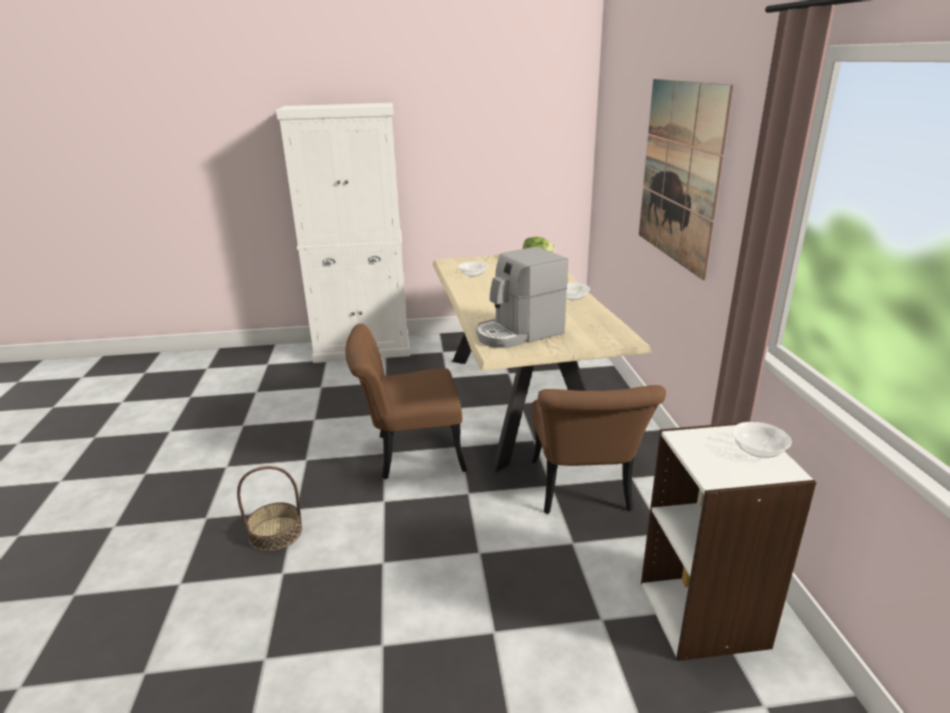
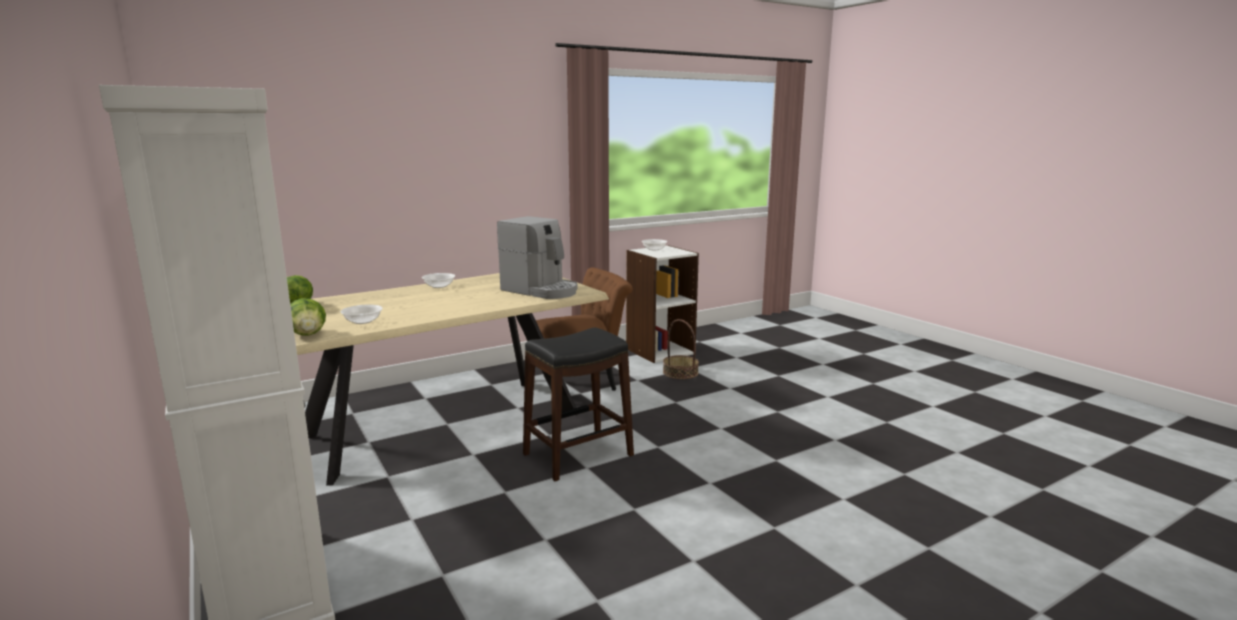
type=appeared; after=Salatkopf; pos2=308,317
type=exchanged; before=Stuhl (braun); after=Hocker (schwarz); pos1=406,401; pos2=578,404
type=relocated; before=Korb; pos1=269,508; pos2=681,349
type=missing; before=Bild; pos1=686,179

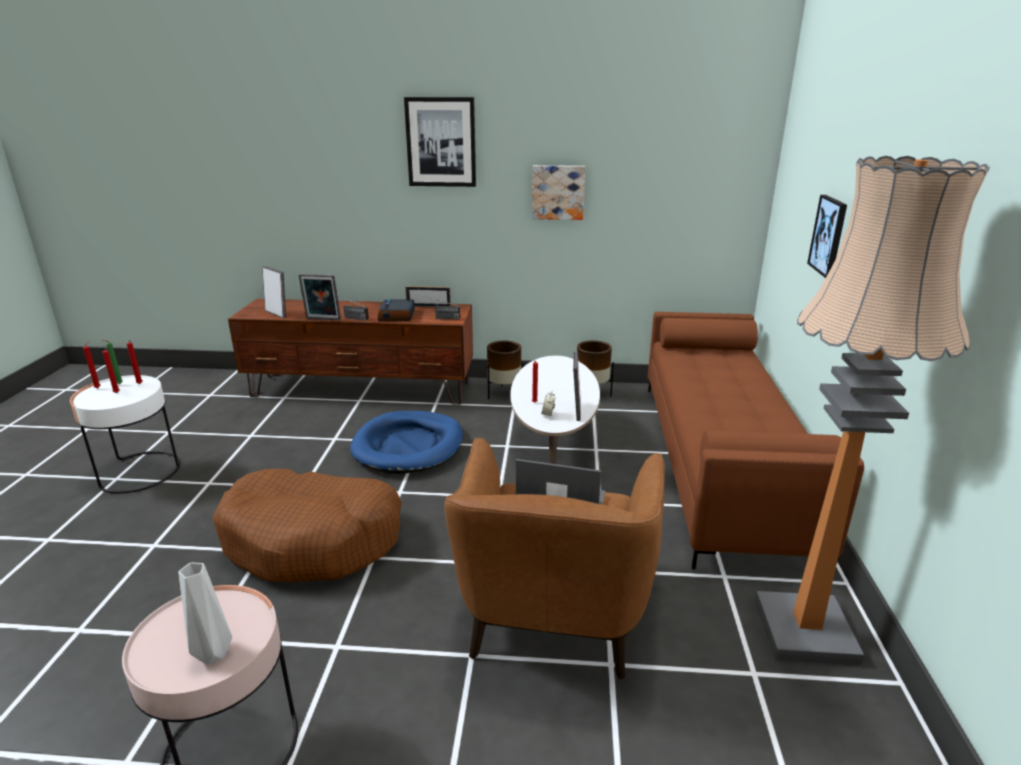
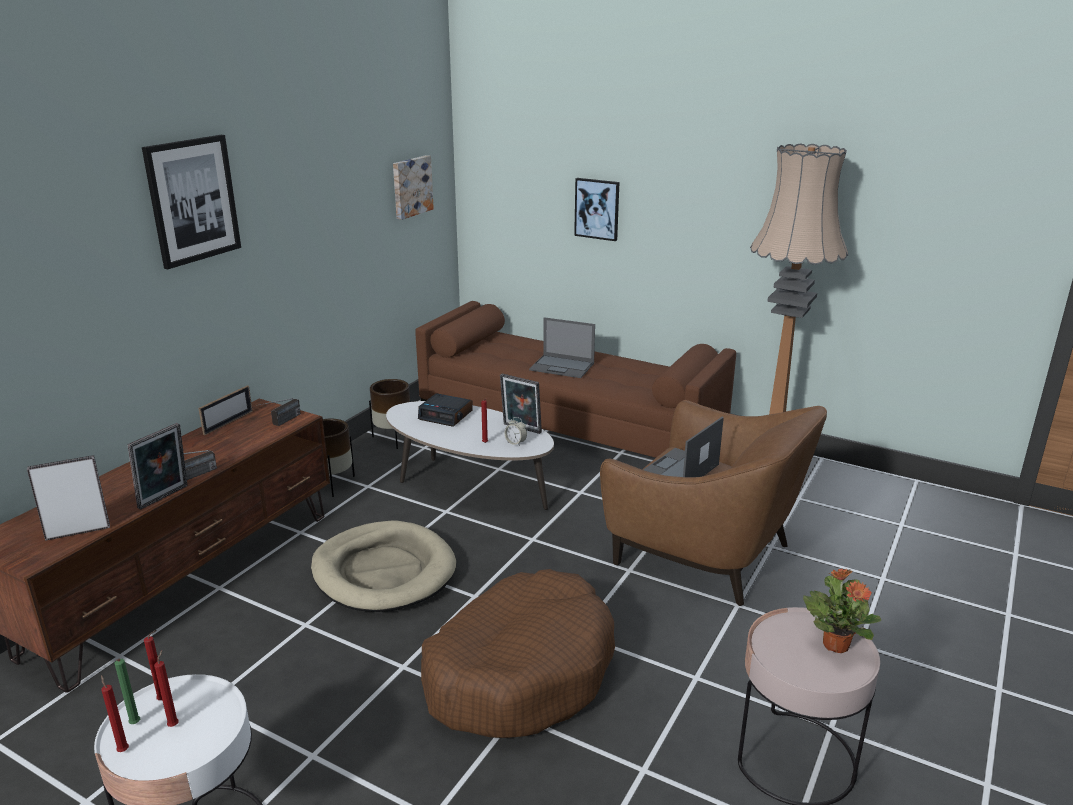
type=colour; before=Hundebett (blau); after=Hundebett (beige); pos1=406,442; pos2=383,566
type=relocated; before=Bild; pos1=558,192; pos2=413,187
type=relocated; before=Wecker; pos1=396,310; pos2=445,410
type=appeared; after=Laptop; pos2=562,347
type=exchanged; before=Vase (grau); after=Topfpflanze; pos1=205,613; pos2=842,611

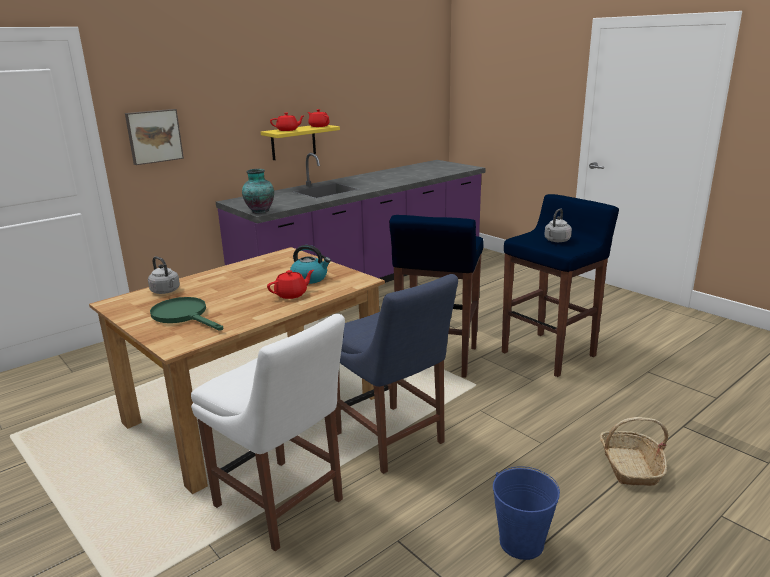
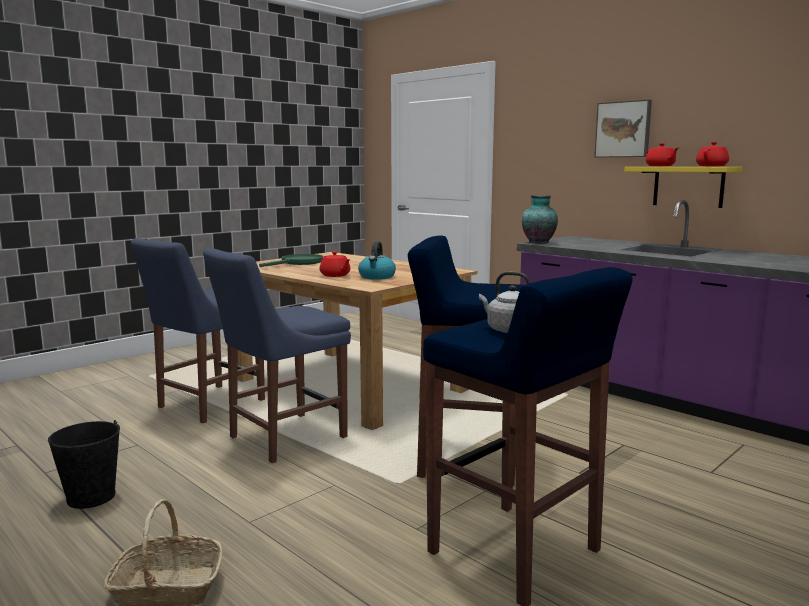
type=colour; before=Eimer (blau); after=Eimer (schwarz); pos1=526,513; pos2=84,464
type=colour; before=Stuhl (weiß); after=Stuhl (blau); pos1=268,432; pos2=198,330
type=relocated; before=Bild; pos1=154,137; pos2=623,128
type=missing; before=Wasserkessel (grau); pos1=164,275

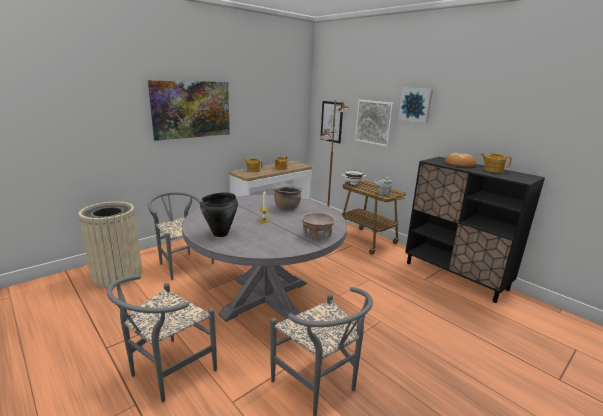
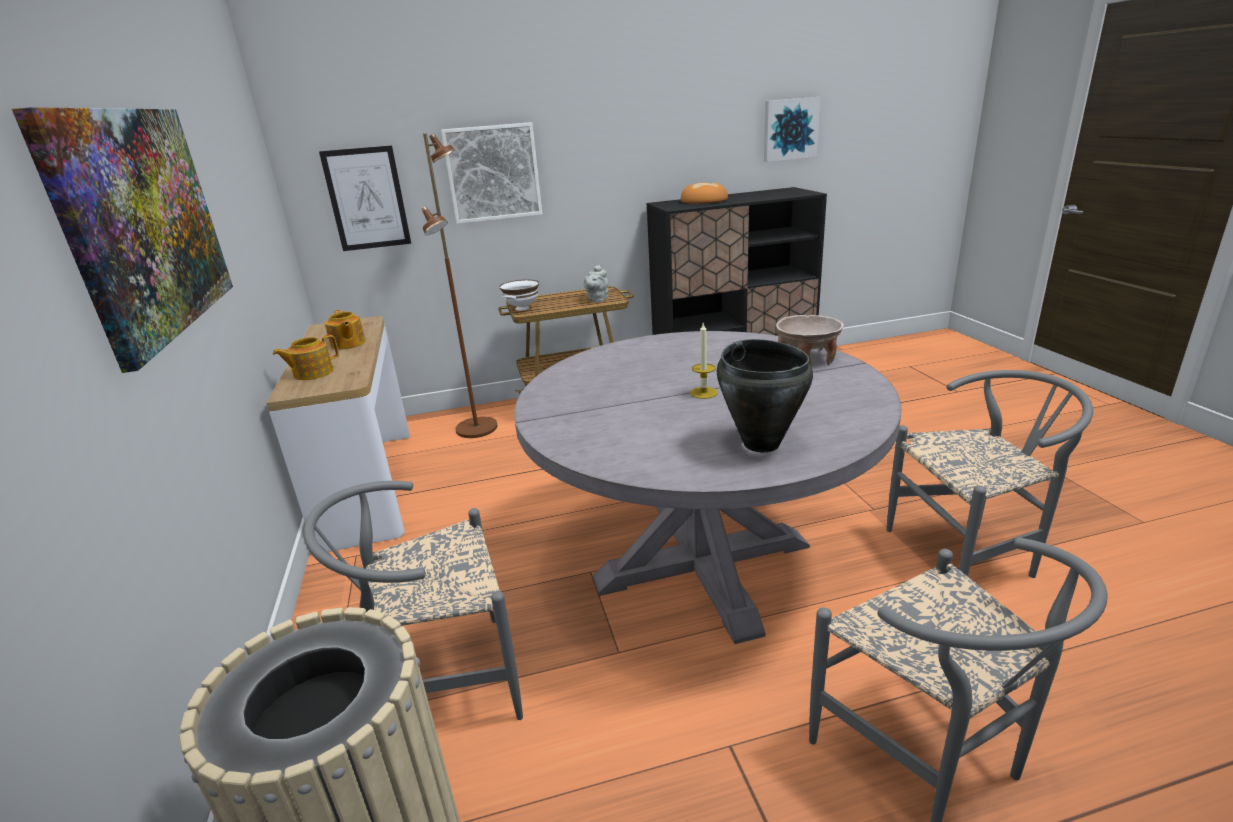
type=relocated; before=Bild; pos1=415,105; pos2=792,129
type=missing; before=Kochtopf (braun); pos1=287,197
type=missing; before=Teekanne; pos1=496,163

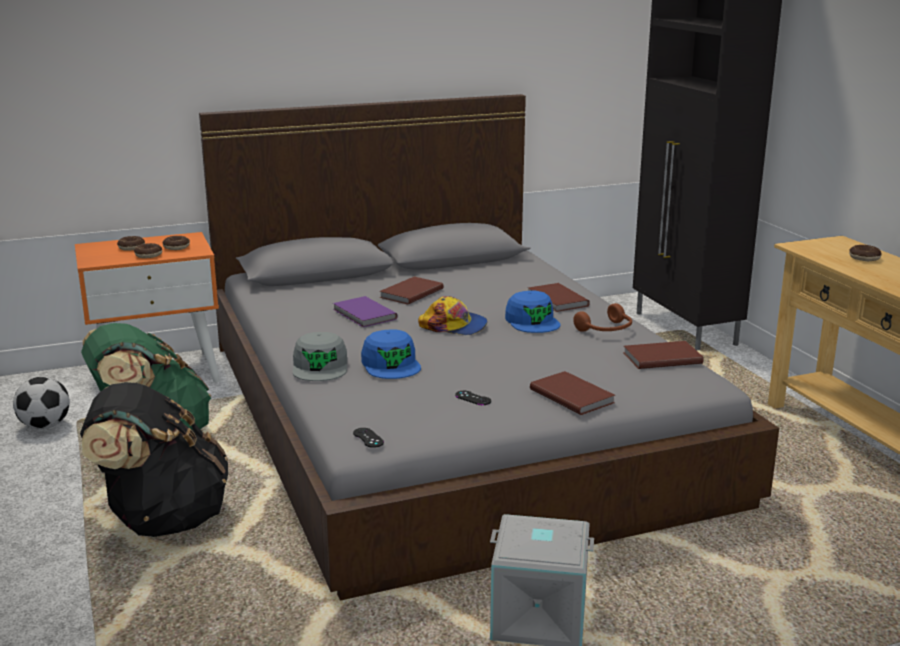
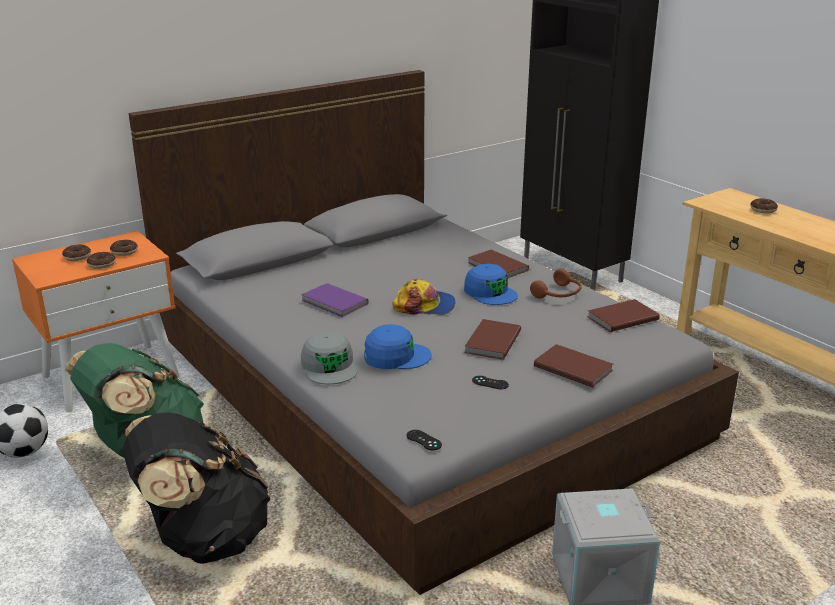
type=spun; before=Kappe (blau); pos1=391,354; pos2=398,346; turn=-60
type=relocated; before=Buch (braun); pos1=412,290; pos2=492,339

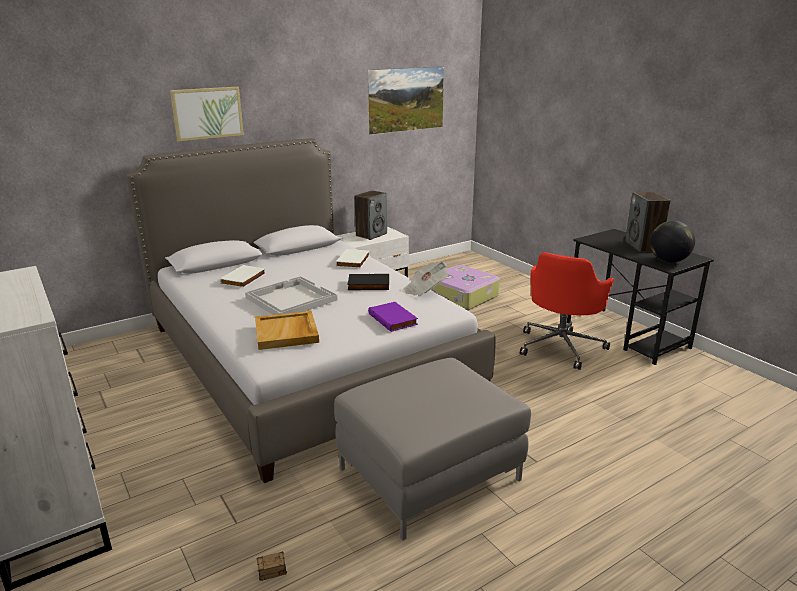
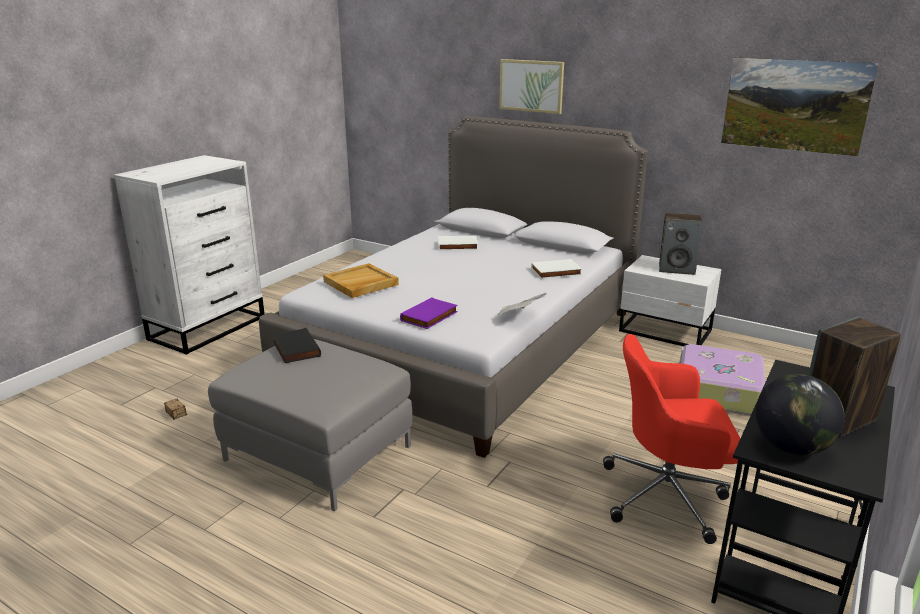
type=relocated; before=Buch (schwarz); pos1=368,282; pos2=297,345
type=missing; before=Tablett (weiß); pos1=291,295

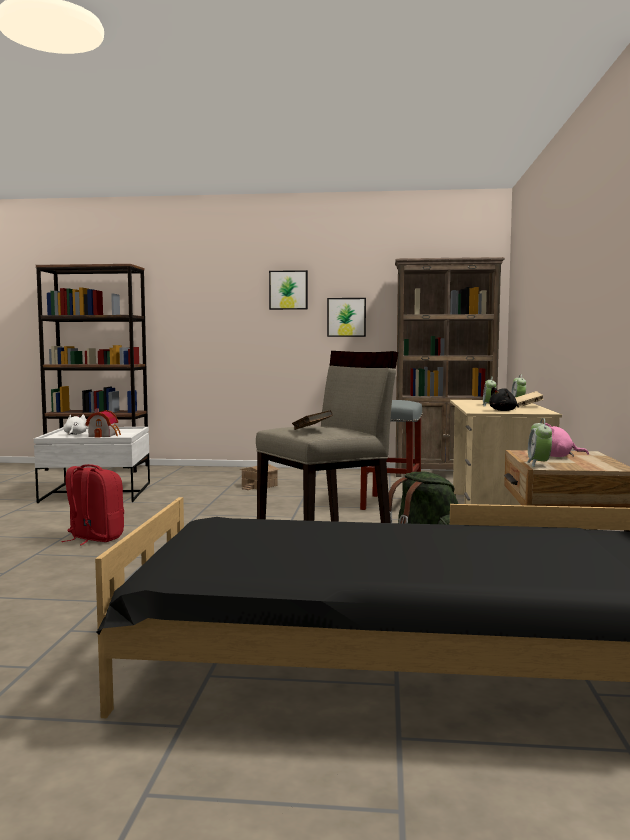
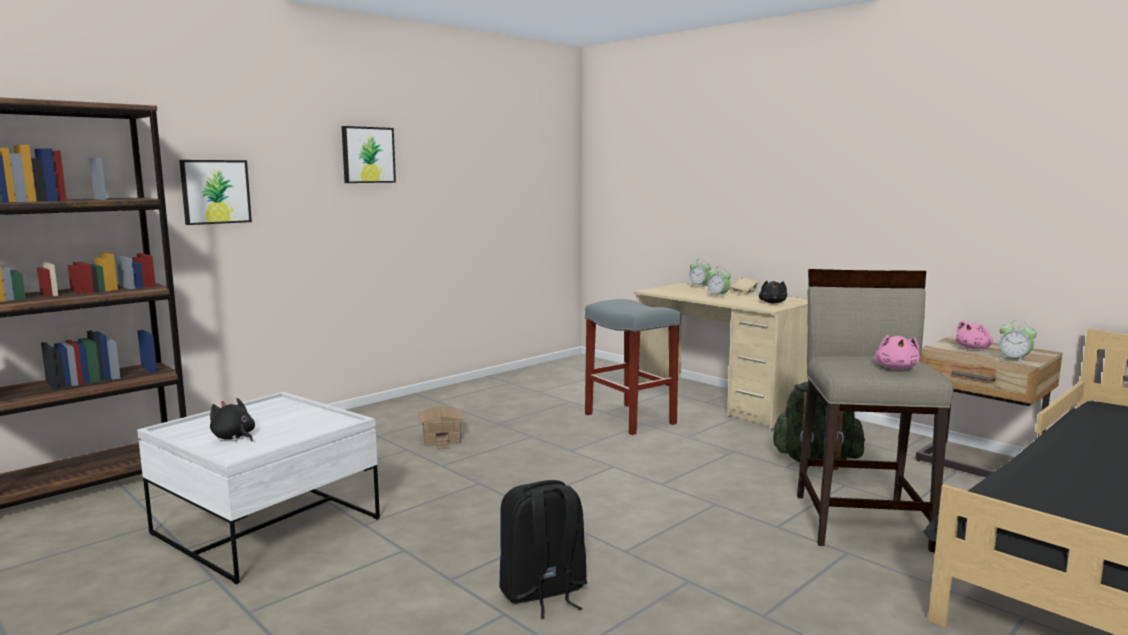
type=relocated; before=Bild; pos1=346,317; pos2=215,192
type=colour; before=Plüschtier (weiß); after=Plüschtier (schwarz); pos1=75,425; pos2=232,420
type=colour; before=Rucksack (rot); after=Rucksack (schwarz); pos1=92,504; pos2=543,549
type=exchanged; before=Buch (braun); after=Plüschtier (rosa); pos1=312,420; pos2=897,352
type=missing; before=Spielzeughaus; pos1=103,423
type=missing; before=Bücherregal (braun); pos1=450,367

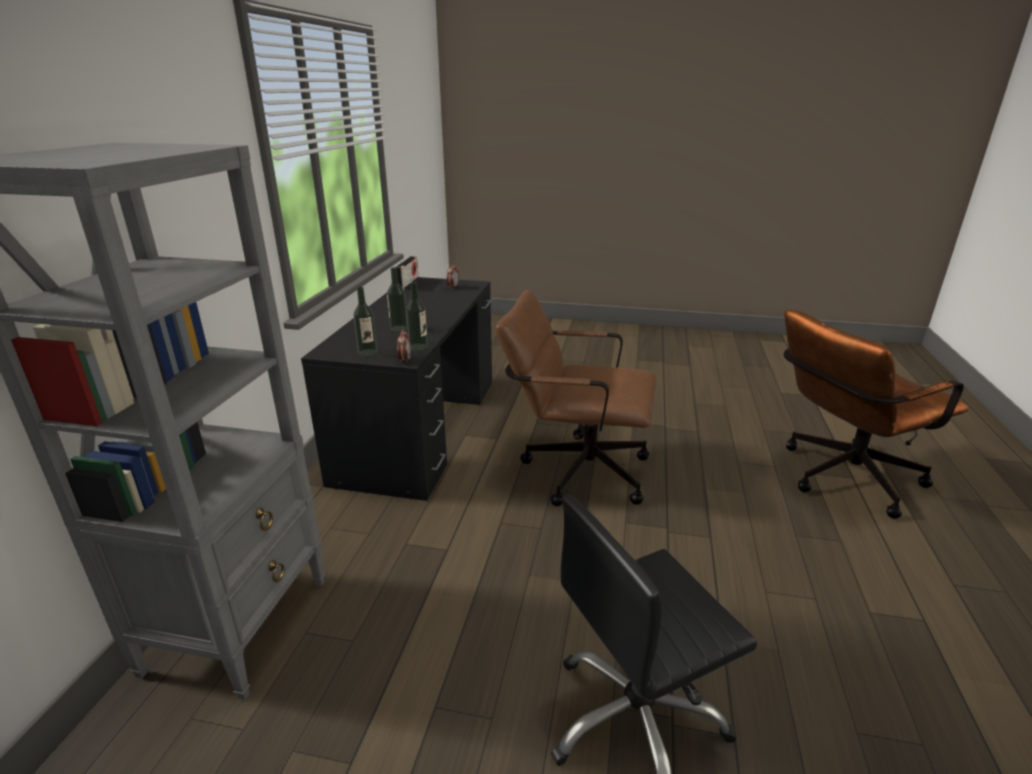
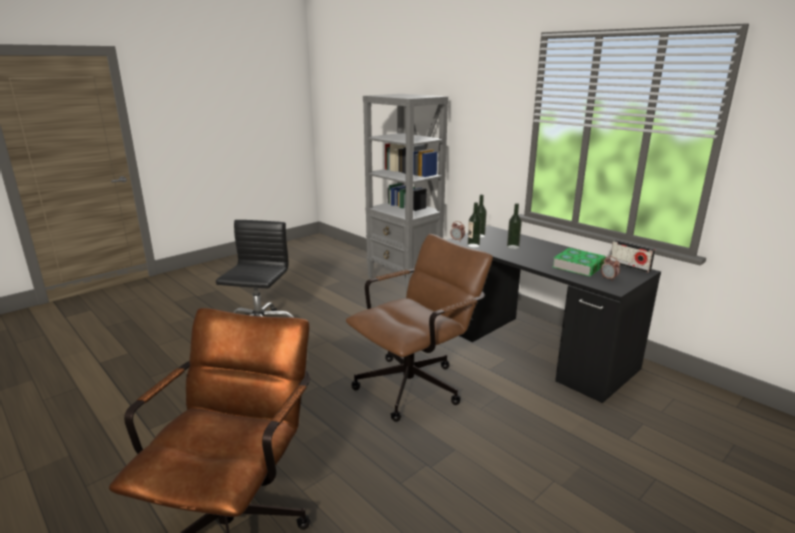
type=appeared; after=Buch; pos2=579,262

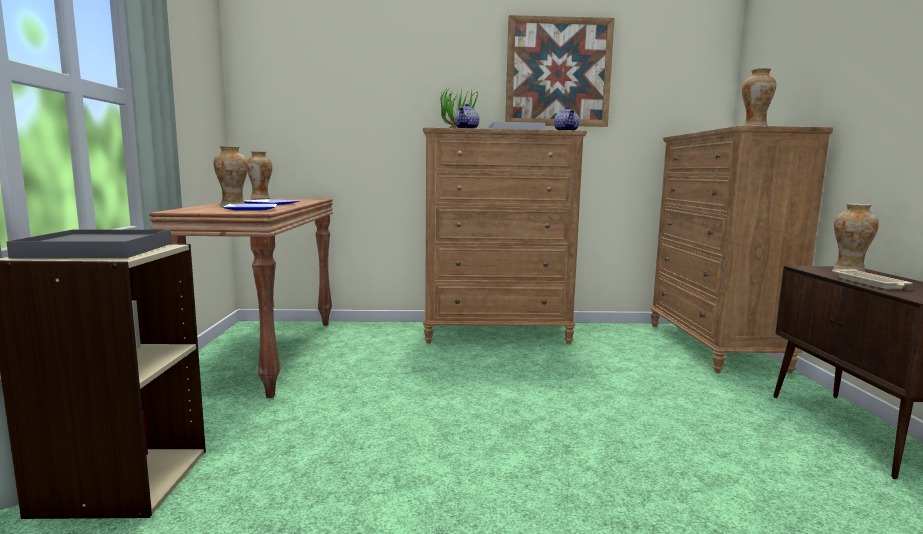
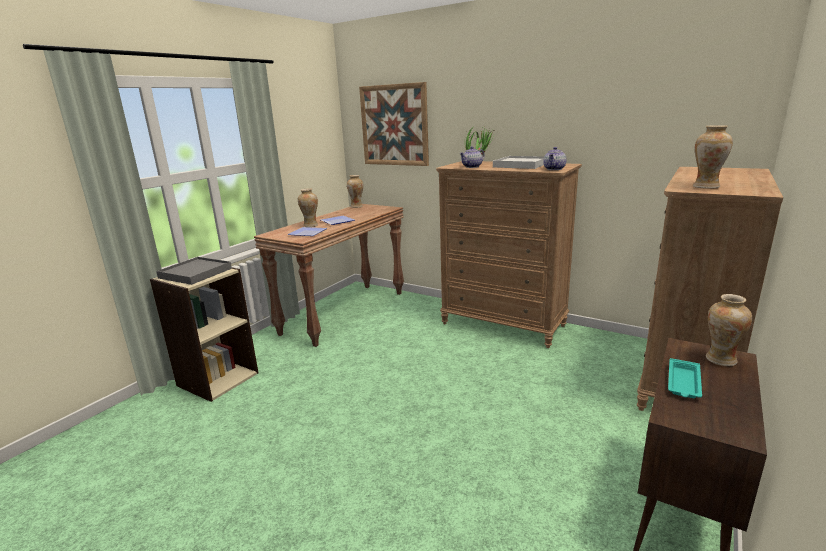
type=relocated; before=Bild; pos1=560,71; pos2=394,124
type=colour; before=Tablett (beige); after=Tablett (türkis); pos1=872,279; pos2=685,378

